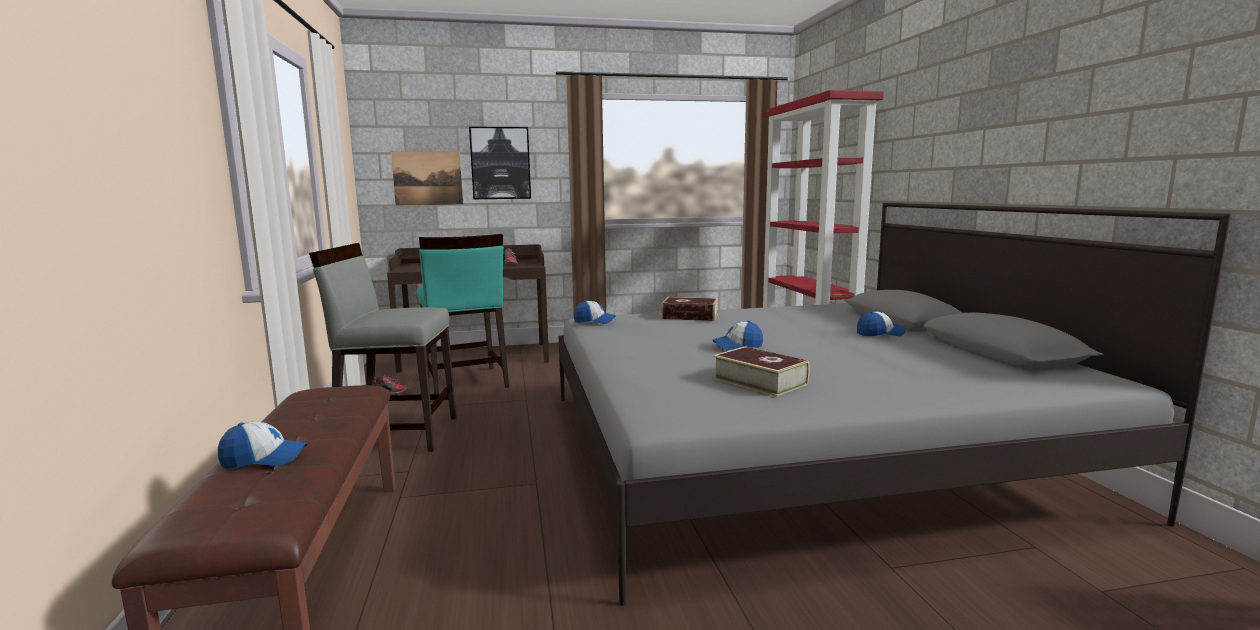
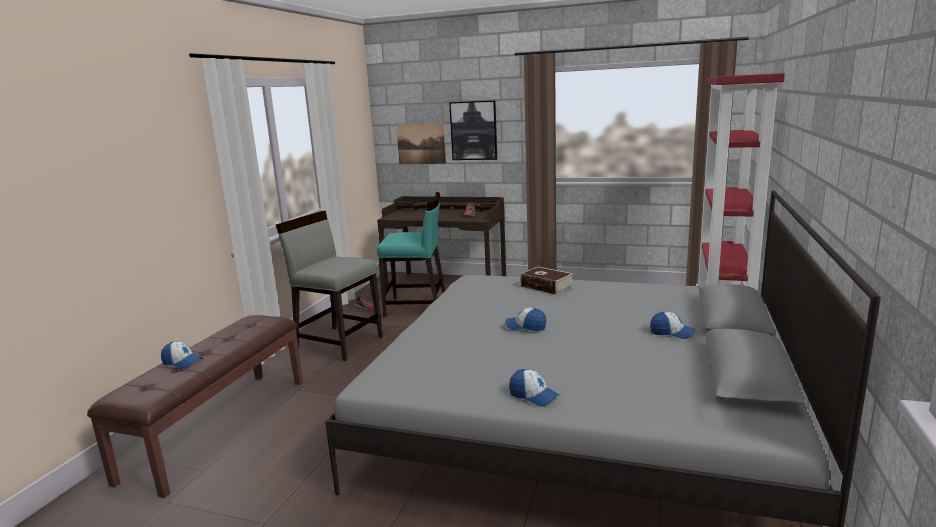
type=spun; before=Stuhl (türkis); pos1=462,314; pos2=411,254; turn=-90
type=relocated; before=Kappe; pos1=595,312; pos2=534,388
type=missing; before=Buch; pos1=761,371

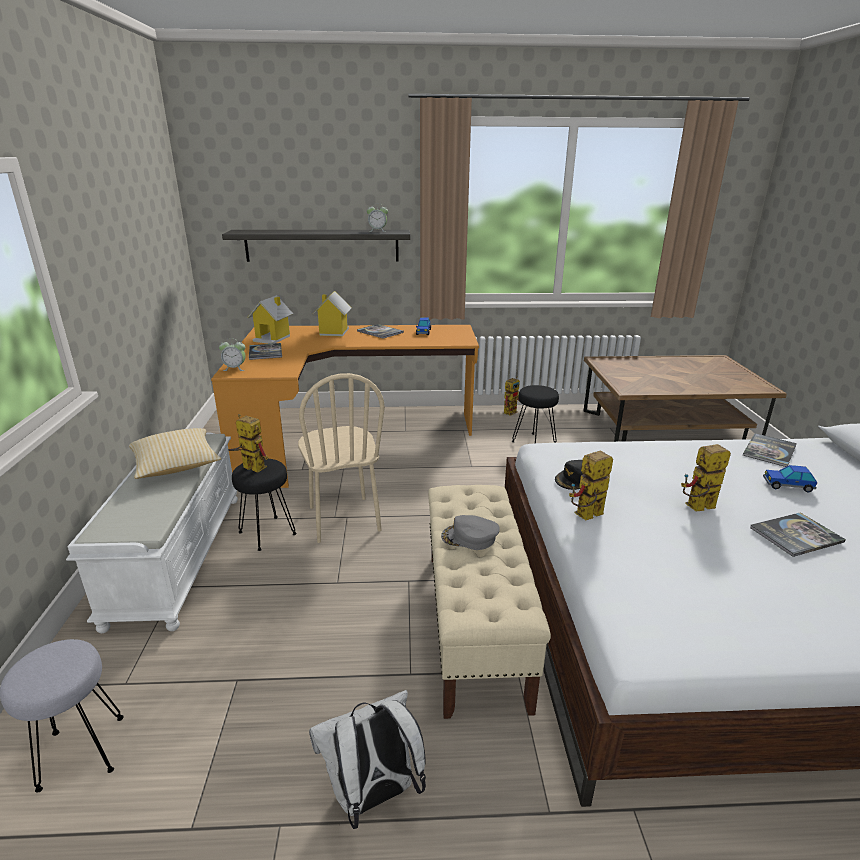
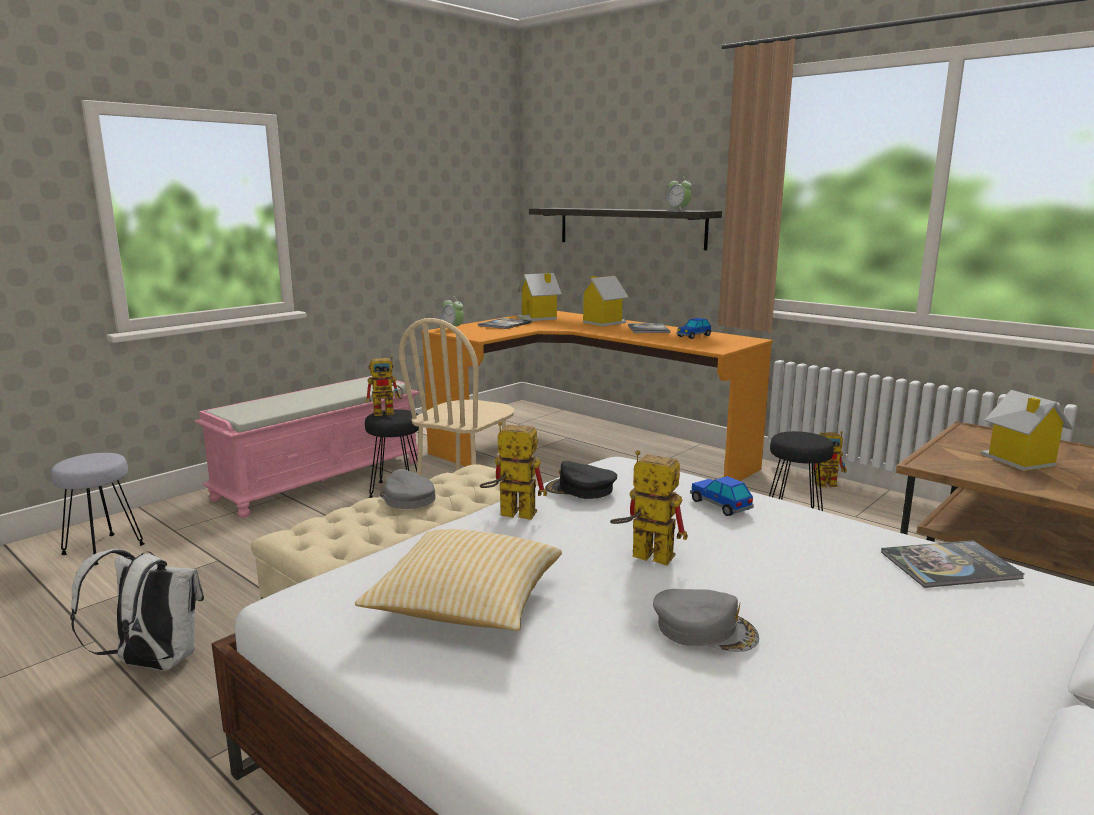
type=colour; before=Bank (weiß); after=Bank (rosa); pos1=152,532; pos2=307,447
type=relocated; before=Kissen; pos1=175,453; pos2=458,580
type=spun; before=Spielzeugroboter; pos1=248,443; pos2=384,386; turn=90
type=exchanged; before=Buch; after=Kappe (grau); pos1=798,534; pos2=706,620
type=relocated; before=Spielzeugauto; pos1=790,479; pos2=722,496
type=appeared; after=Spielzeughaus; pos2=1027,430

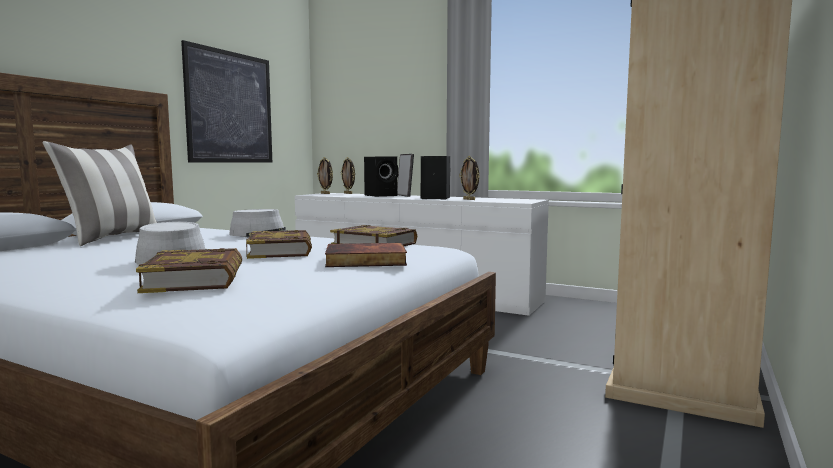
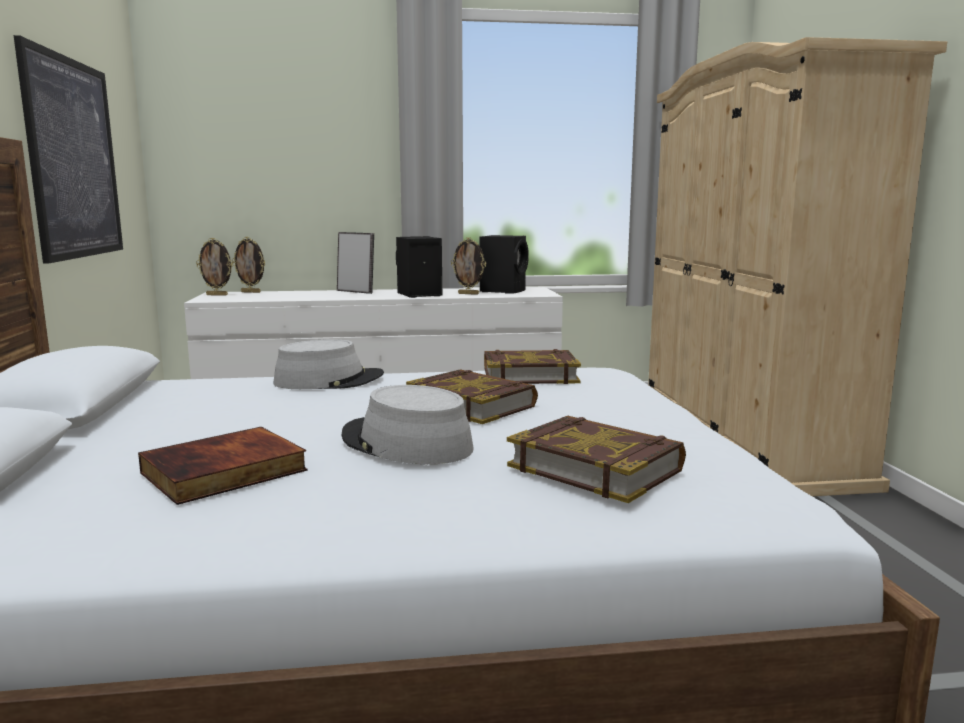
type=relocated; before=Buch; pos1=366,255; pos2=223,466
type=relocated; before=Lautsprecher (schwarz); pos1=381,176; pos2=504,264
type=missing; before=Kissen; pos1=100,193

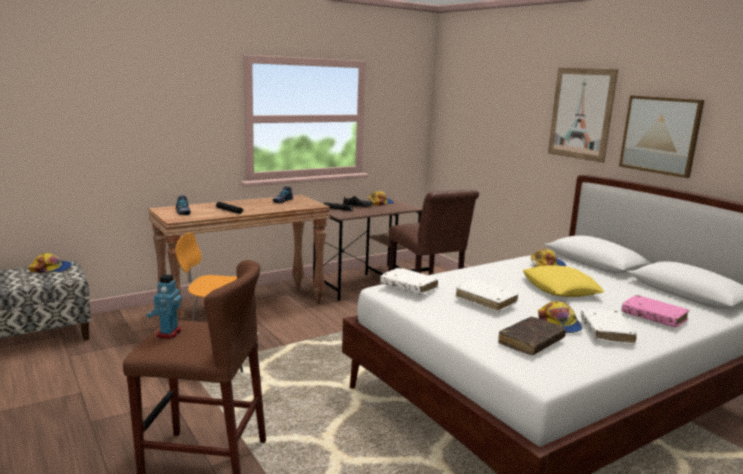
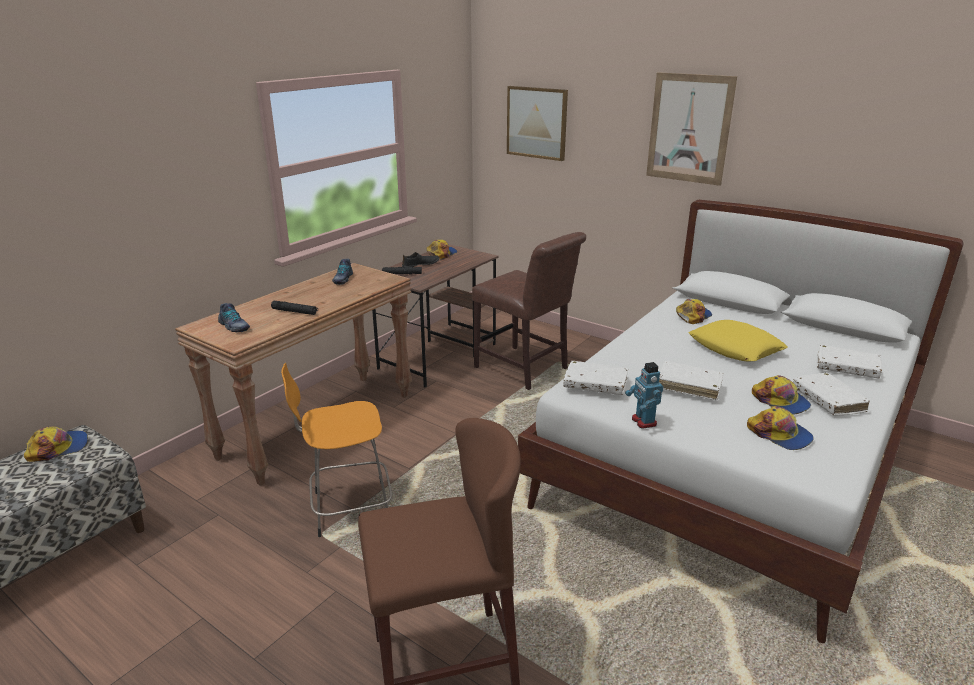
type=relocated; before=Bild; pos1=661,136; pos2=537,123
type=relocated; before=Spielzeugroboter; pos1=164,306; pos2=644,395
type=exchanged; before=Buch (braun); after=Kappe; pos1=532,336; pos2=780,428
type=colour; before=Buch (rosa); after=Buch (weiß); pos1=655,311; pos2=849,361

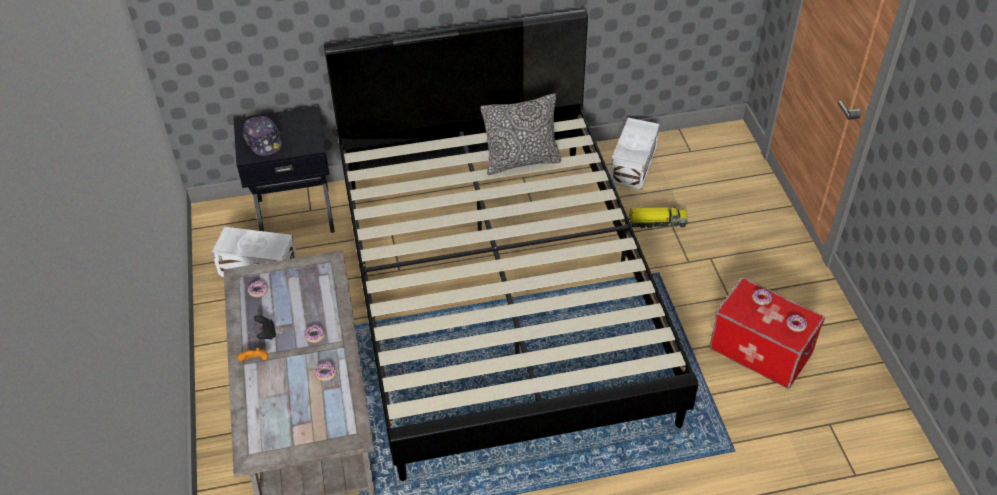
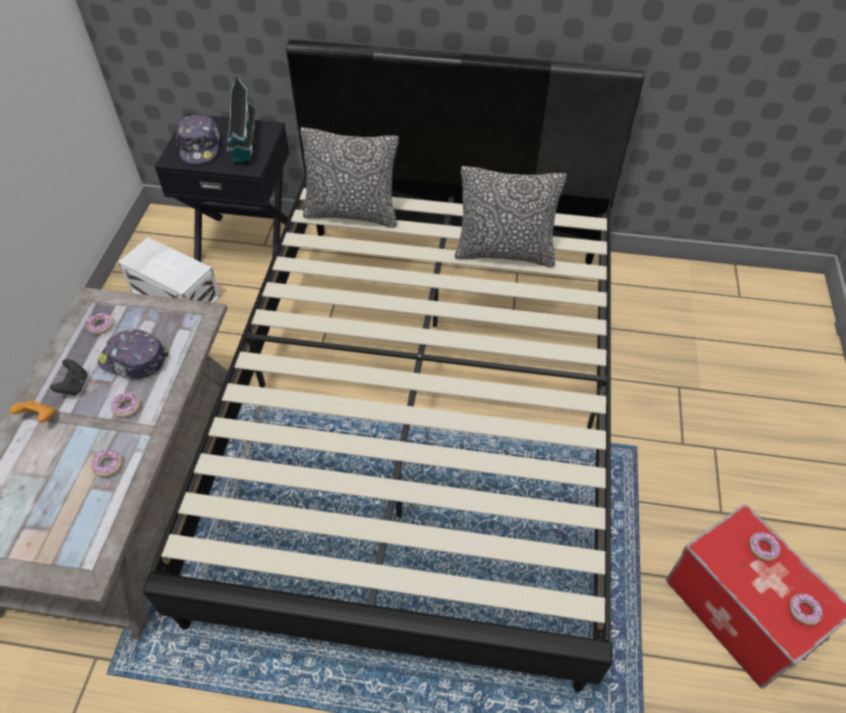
type=appeared; after=Kappe; pos2=133,354
type=appeared; after=Spielzeughaus; pos2=241,119
type=appeared; after=Kissen; pos2=349,177
type=missing; before=Aufbewahrungsbox (weiß); pos1=635,154
type=missing; before=Spielzeuglaster; pos1=658,217

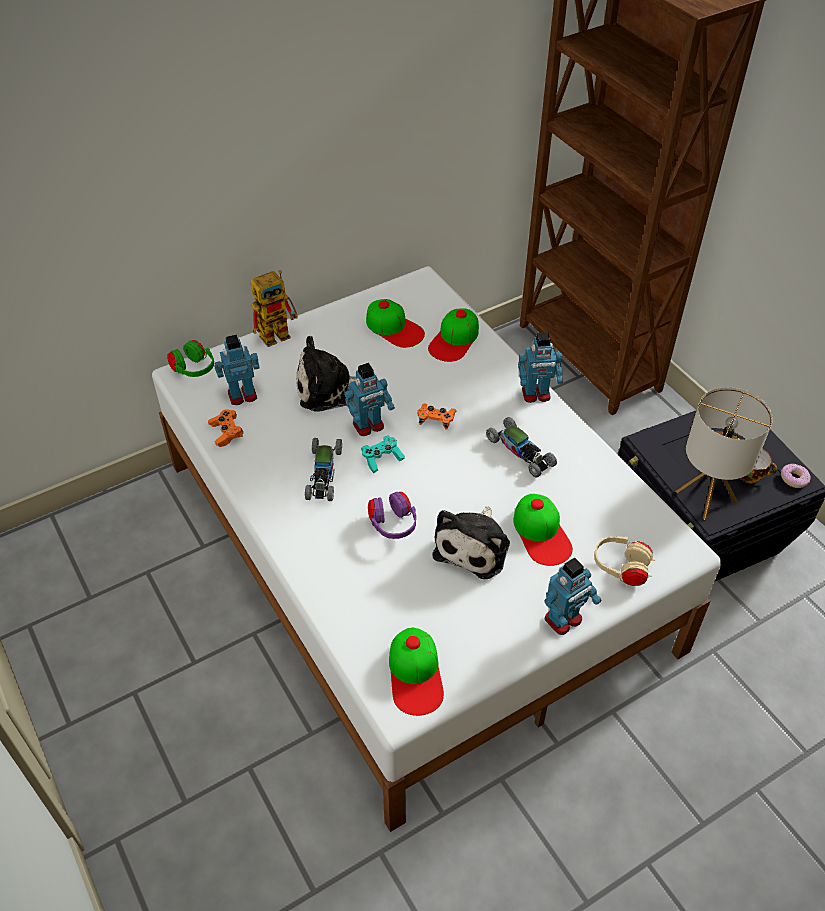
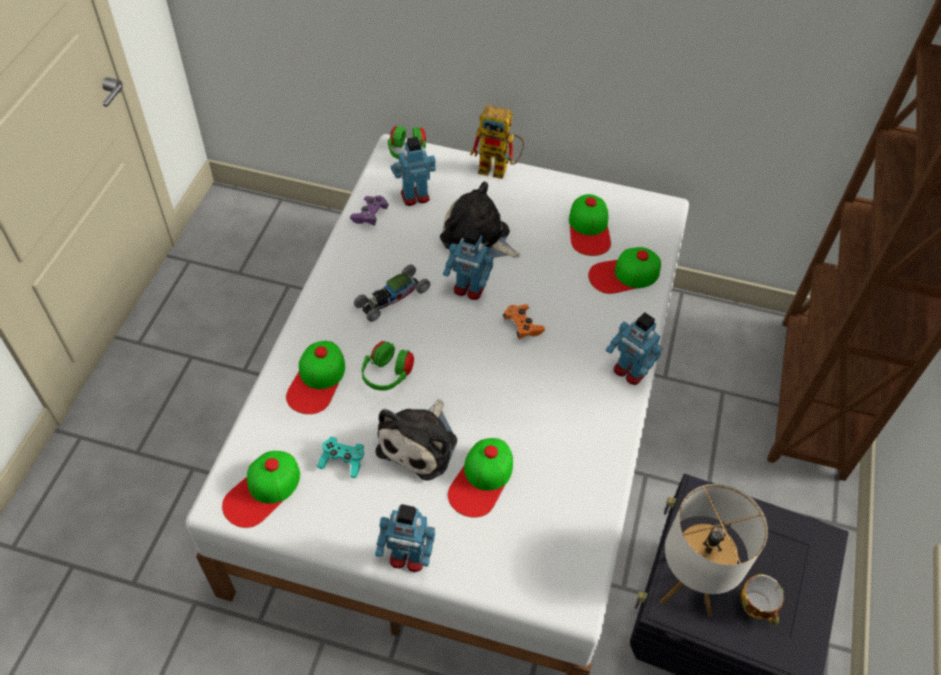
type=appeared; after=Kappe; pos2=315,377
type=relocated; before=Gamepad (türkis); pos1=383,454; pos2=340,457
type=colour; before=Gamepad (orange); after=Gamepad (lila); pos1=225,428; pos2=369,210
type=colour; before=Kopfhörer (lila); after=Kopfhörer (grün); pos1=392,515; pos2=387,366
type=spun; before=Plüschtier; pos1=471,542; pos2=416,440; turn=-45
type=spun; before=Spielzeugroboter; pos1=237,370; pos2=413,171; turn=-45
type=missing; before=Spielzeugauto; pos1=521,447
type=missing; before=Kopfhörer (beige); pos1=625,561
type=missing; before=Donut; pos1=796,476

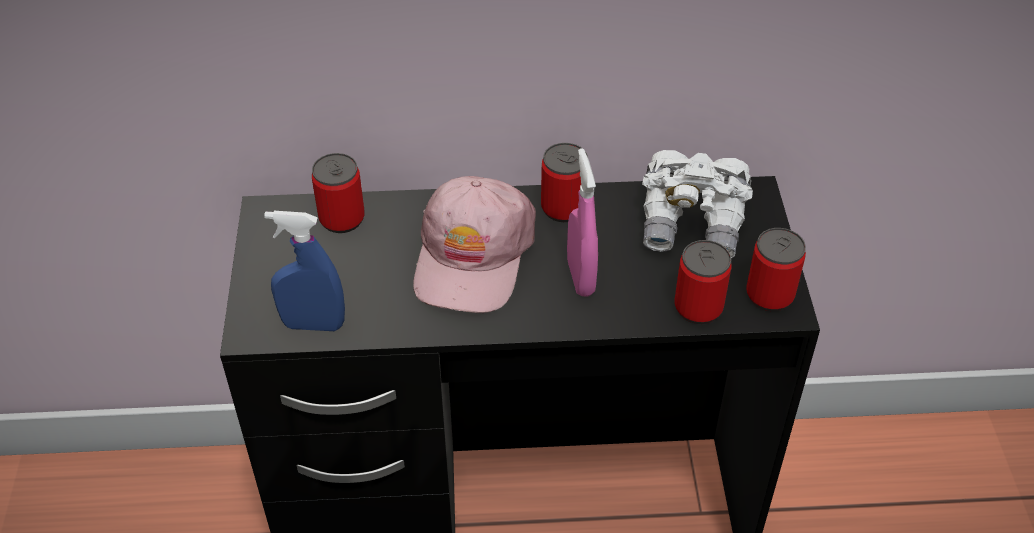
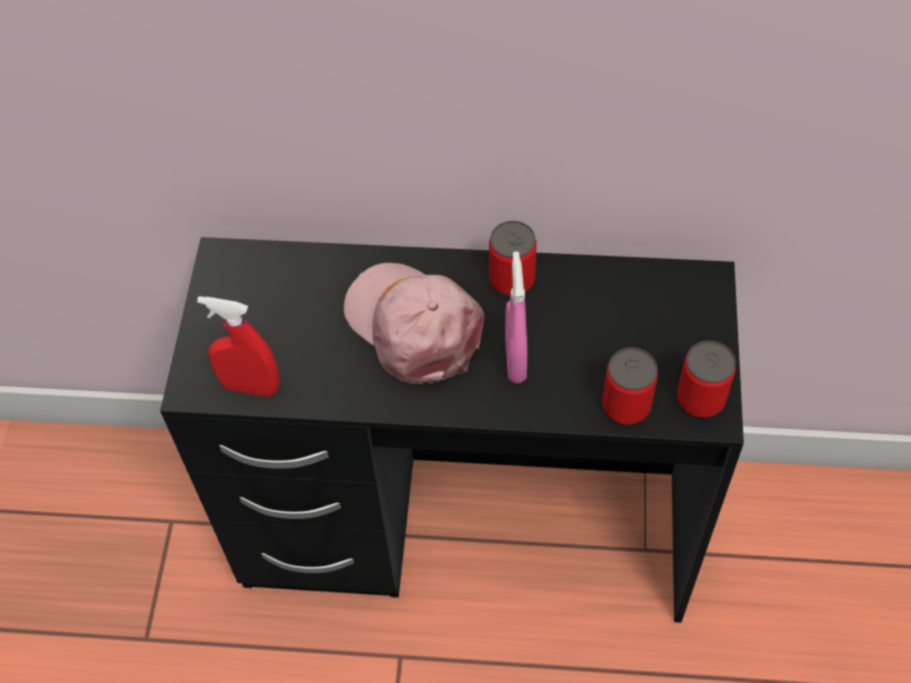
type=colour; before=Sprühflasche (blau); after=Sprühflasche (rot); pos1=304,271; pos2=238,346
type=spun; before=Kappe (rosa); pos1=474,244; pos2=414,323; turn=120
type=missing; before=Dose; pos1=338,193
type=missing; before=Fernglas (weiß); pos1=697,204

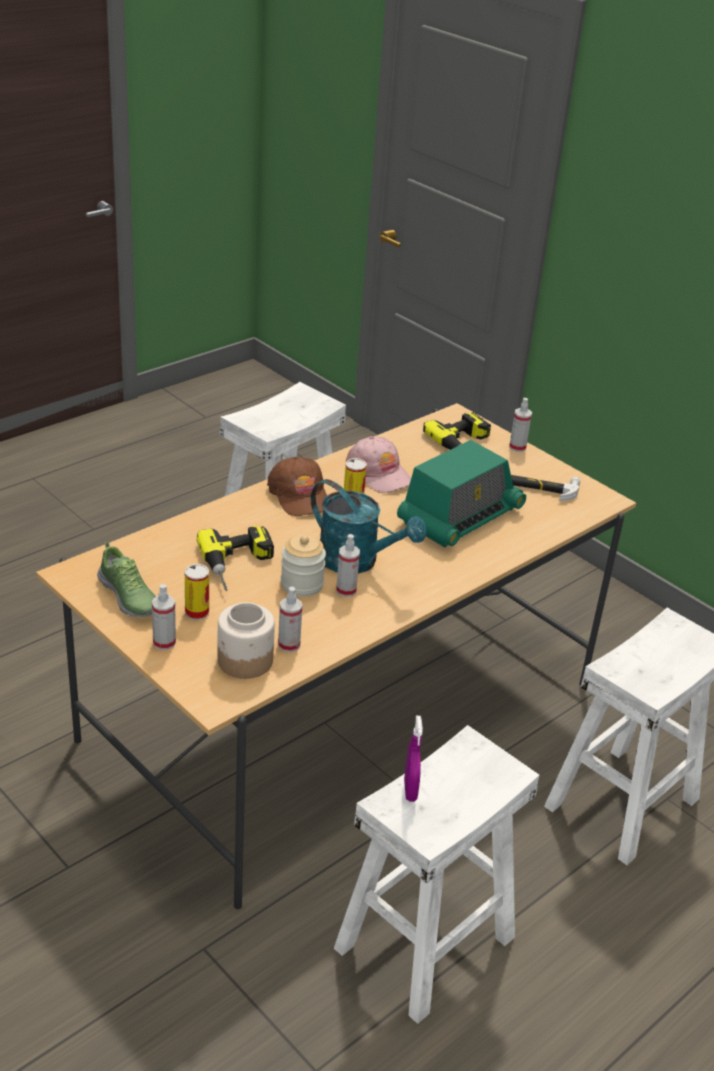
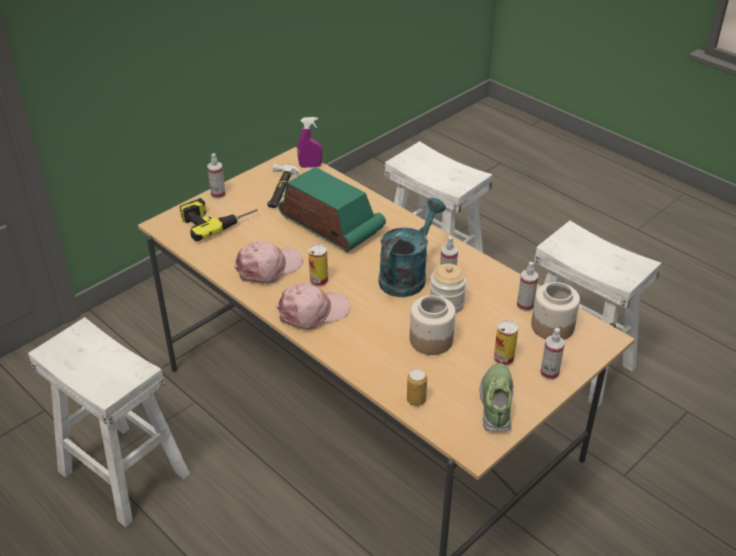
type=colour; before=Kappe (braun); after=Kappe (rosa); pos1=297,486; pos2=313,306
type=relocated; before=Sprühflasche (lila); pos1=413,759; pos2=309,142
type=appeared; after=Dose; pos2=417,387
type=exchanged; before=Bohrmaschine; after=Vorratsglas; pos1=235,558; pos2=432,325
type=spun; before=Schuh; pos1=126,579; pos2=497,397; turn=-45

